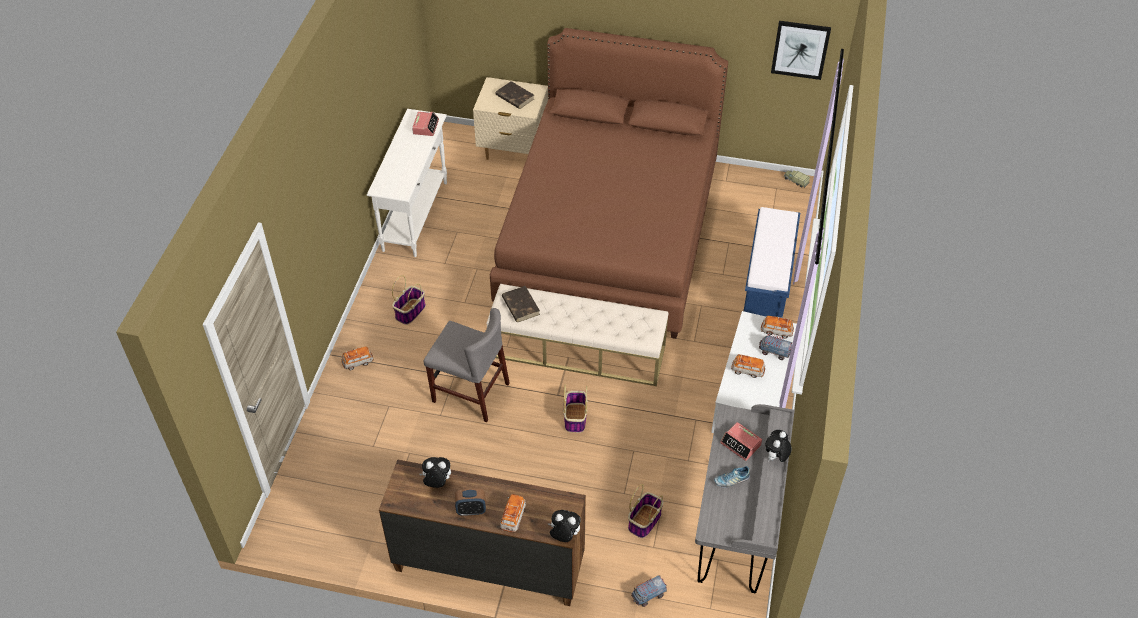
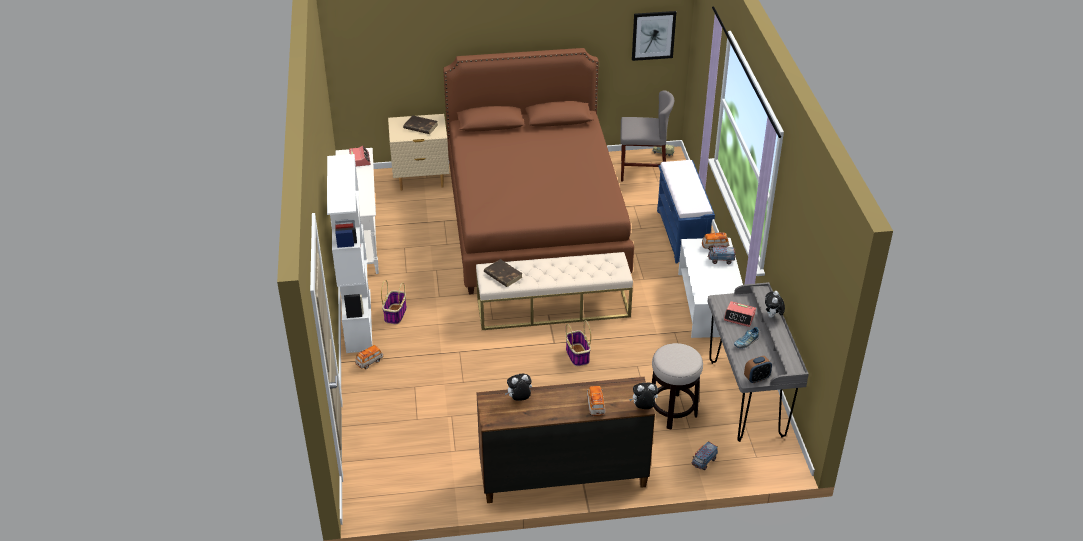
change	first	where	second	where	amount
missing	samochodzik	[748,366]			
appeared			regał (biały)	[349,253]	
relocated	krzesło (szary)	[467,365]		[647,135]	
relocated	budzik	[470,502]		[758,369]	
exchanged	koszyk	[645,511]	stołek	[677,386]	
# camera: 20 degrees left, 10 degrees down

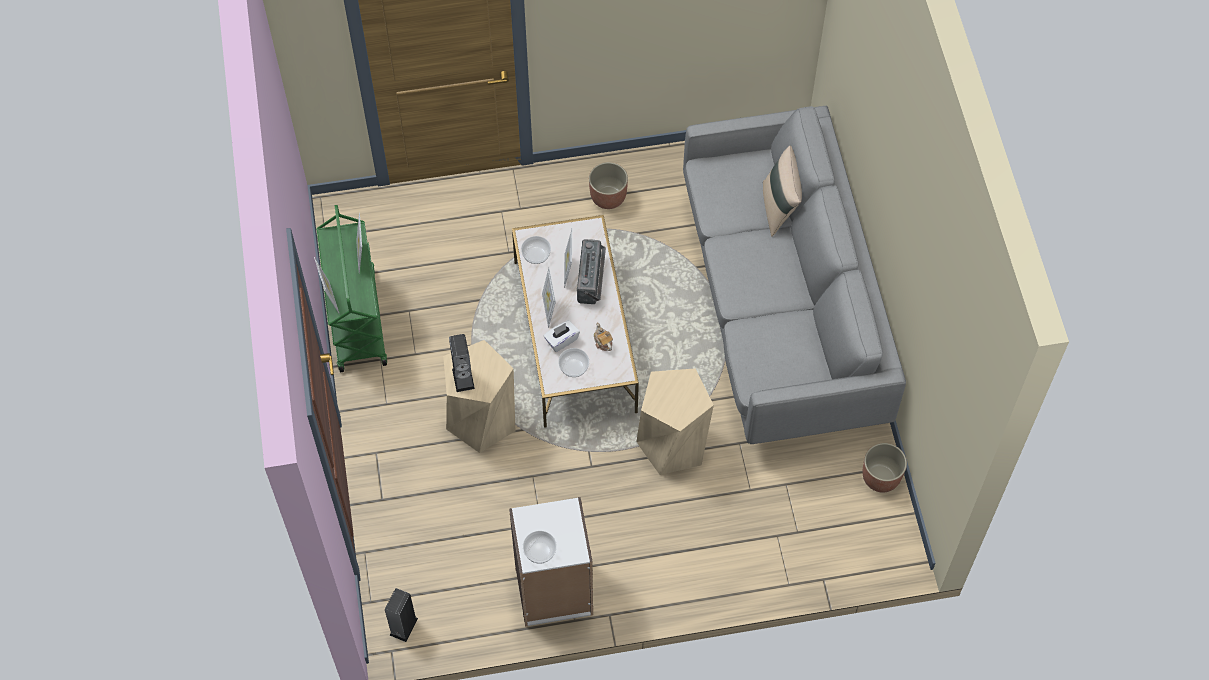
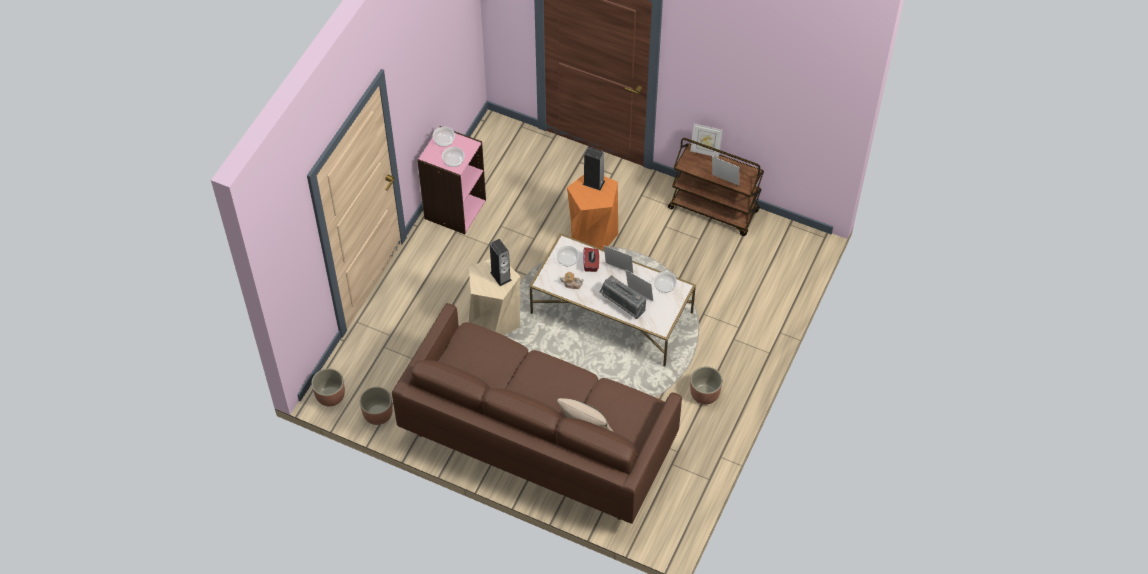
change	first	where	second	where	amount
appeared			donica	[328,387]	
appeared			miska	[453,157]	
relocated	głośnik	[401,615]		[501,262]	
colour	wózek (zielony)	[352,289]	wózek (brązowy)	[716,187]	
colour	stołek (beżowy)	[479,396]	stołek (pomarańczowy)	[592,212]	
colour	regał (biały)	[551,561]	regał (różowy)	[451,180]	
colour	pudełko chusteczek (biały)	[561,336]	pudełko chusteczek (czerwony)	[591,259]	
colour	kanapa (szary)	[794,275]	kanapa (brązowy)	[537,413]	
# camera: 125 degrees right, 5 degrees down

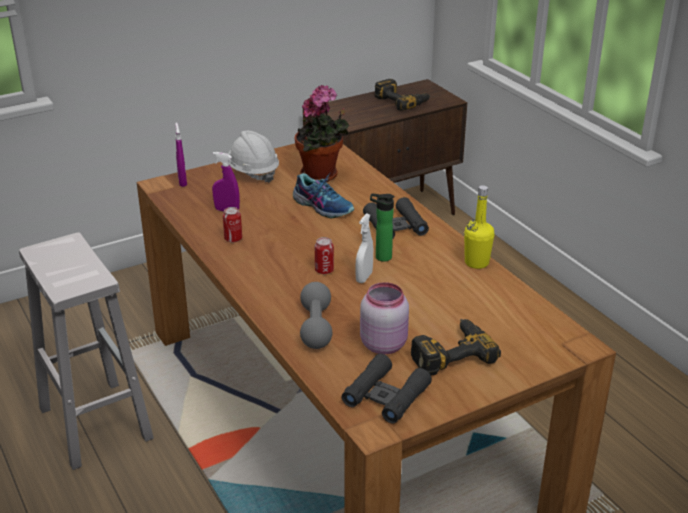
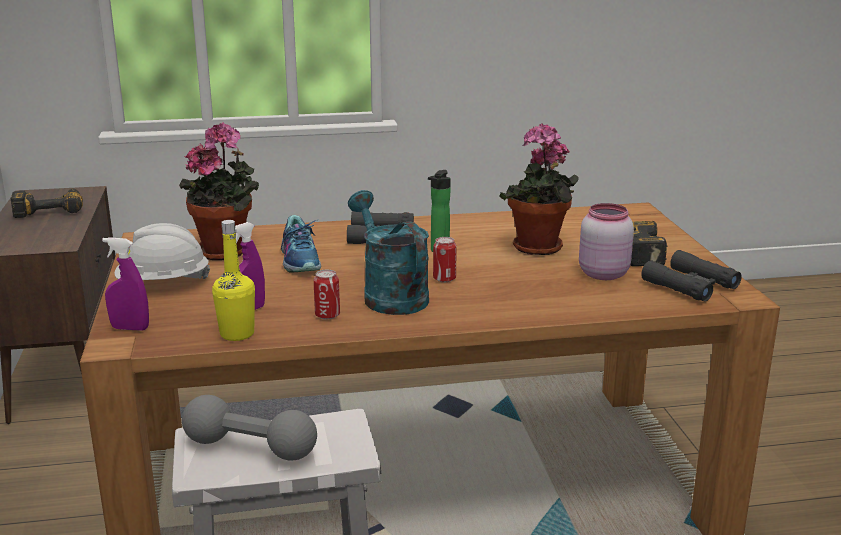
change	first	where	second	where	amount
missing	spryskiwacz (biały)	[364,248]			
appeared			konewka (turkusowy)	[388,252]	
appeared			roślina doniczkowa	[539,189]	
relocated	hantel (szary)	[316,315]		[249,428]	
relocated	butelka (żółty)	[479,227]		[233,280]	
spun	but	[323,195]		[301,244]	105 degrees clockwise
# camera: 70 degrees left, 10 degrees down

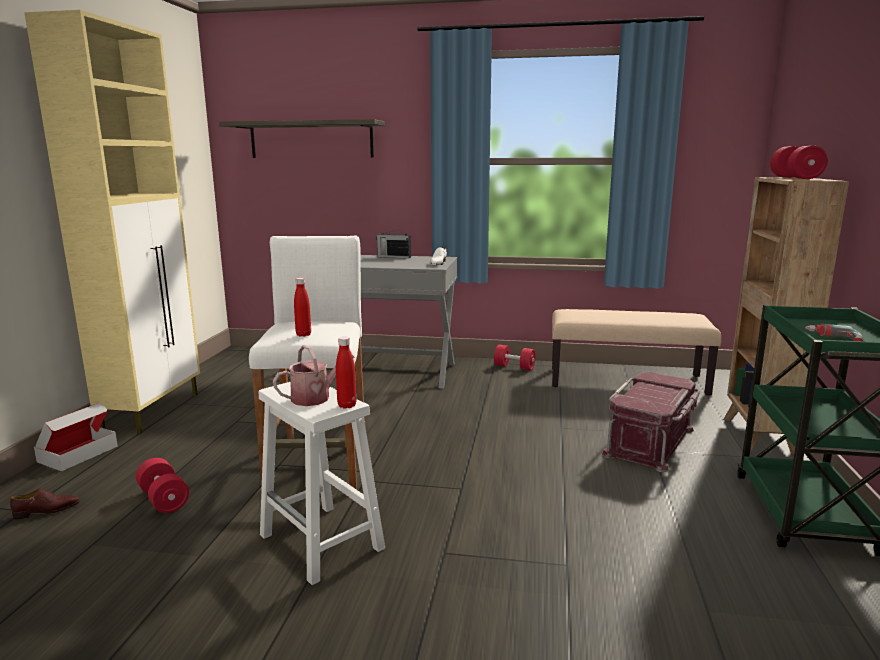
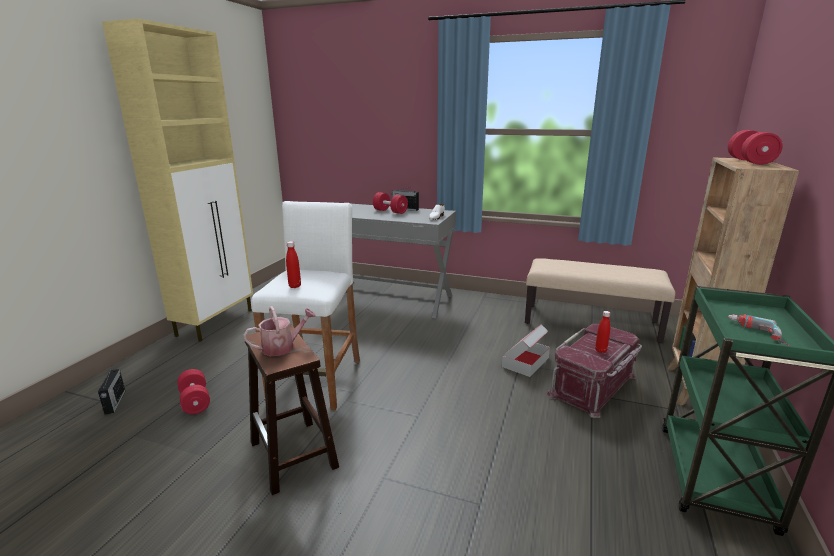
change	first	where	second	where	amount
missing	półka	[302,138]			
relocated	karton	[76,436]		[526,350]	
relocated	butelka (czerwony)	[346,373]		[602,332]	
relocated	hantel (czerwony)	[515,357]		[390,203]	
exchanged	but (brązowy)	[45,504]	radio	[112,391]	
colour	stołek (biały)	[322,483]	stołek (brązowy)	[292,410]	
# camera: 10 degrees right, 5 degrees up

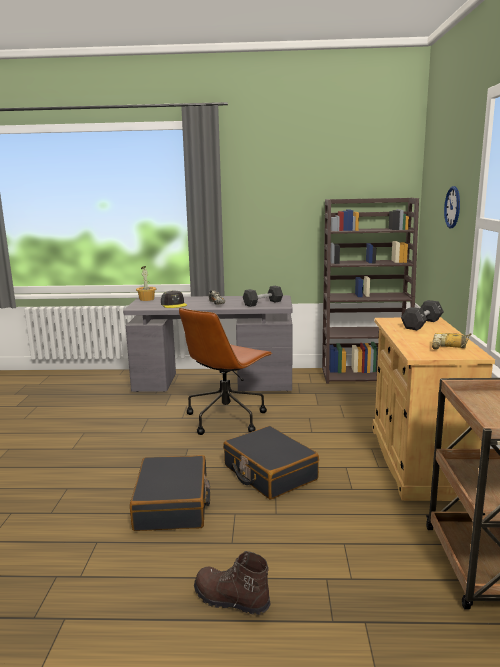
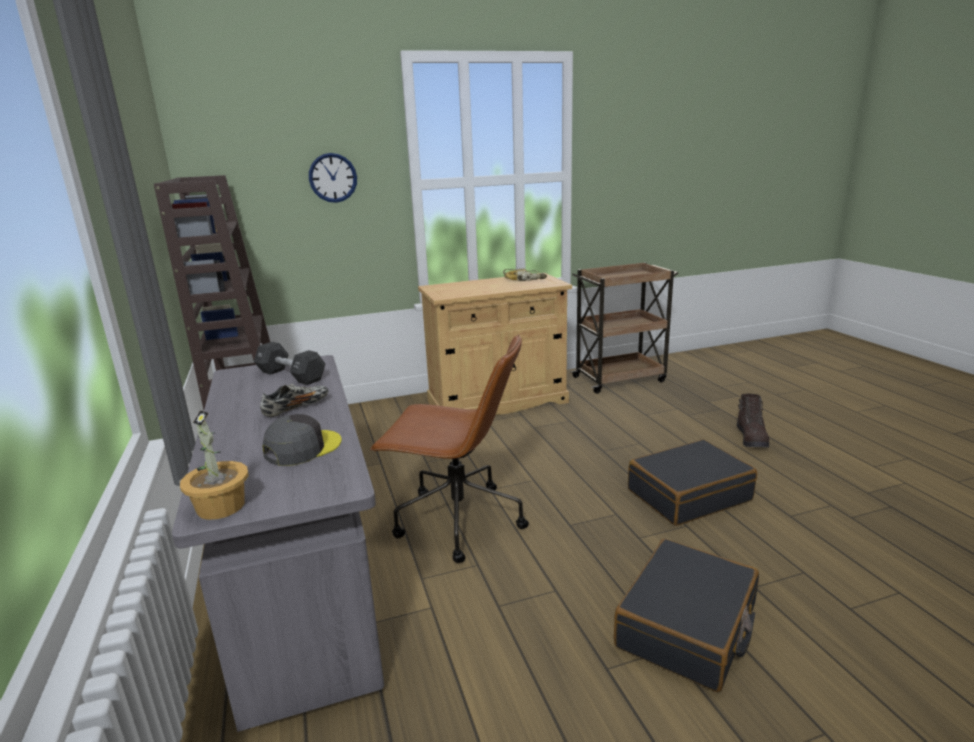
change	first	where	second	where	amount
missing	hantel (czarny)	[422,315]			
relocated	walizka (czarny)	[271,463]		[686,615]	
# camera: 110 degrees left, 5 degrees up

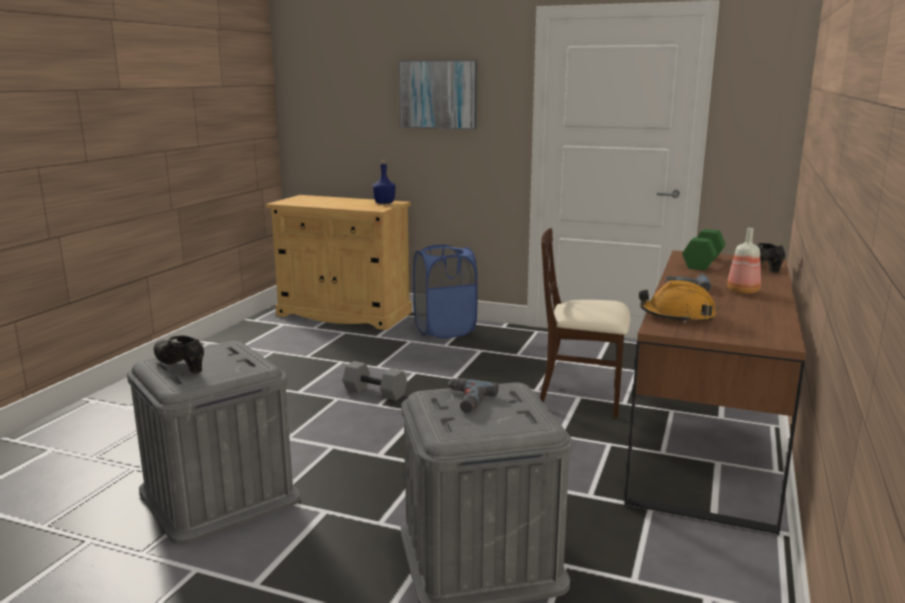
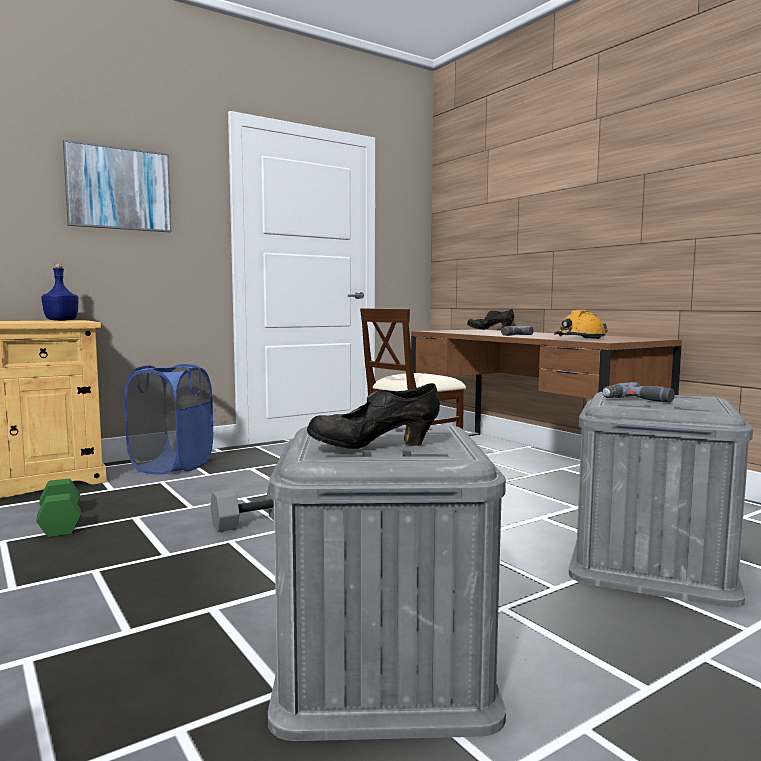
change	first	where	second	where	amount
missing	butelka	[744,261]			
relocated	hantel (zielony)	[704,249]		[58,508]	
# camera: 55 degrees left, 10 degrees down

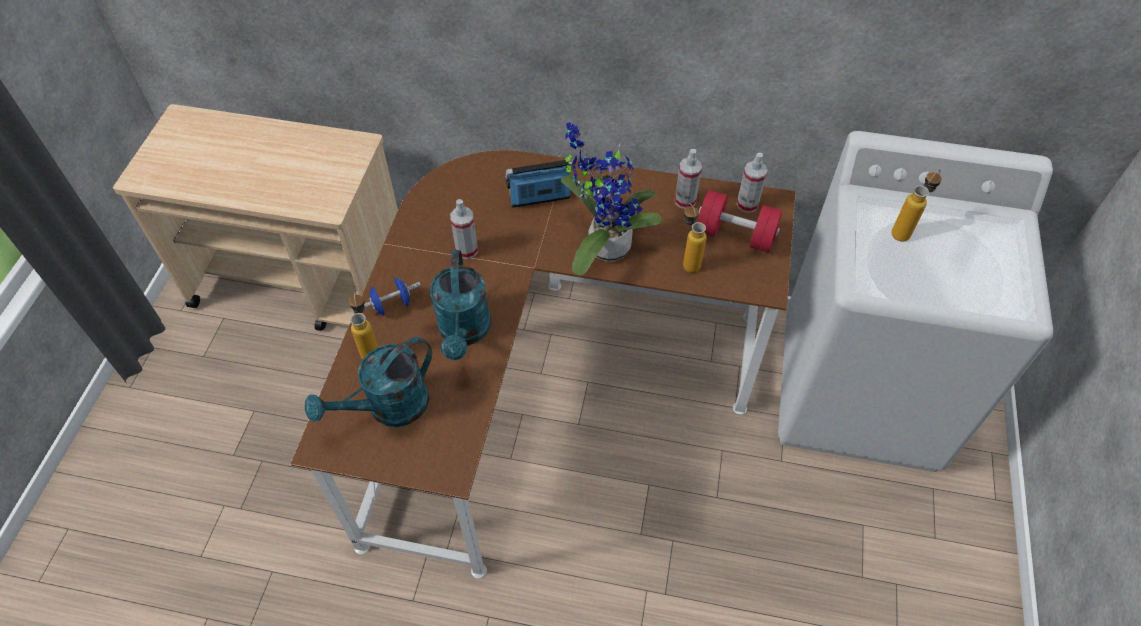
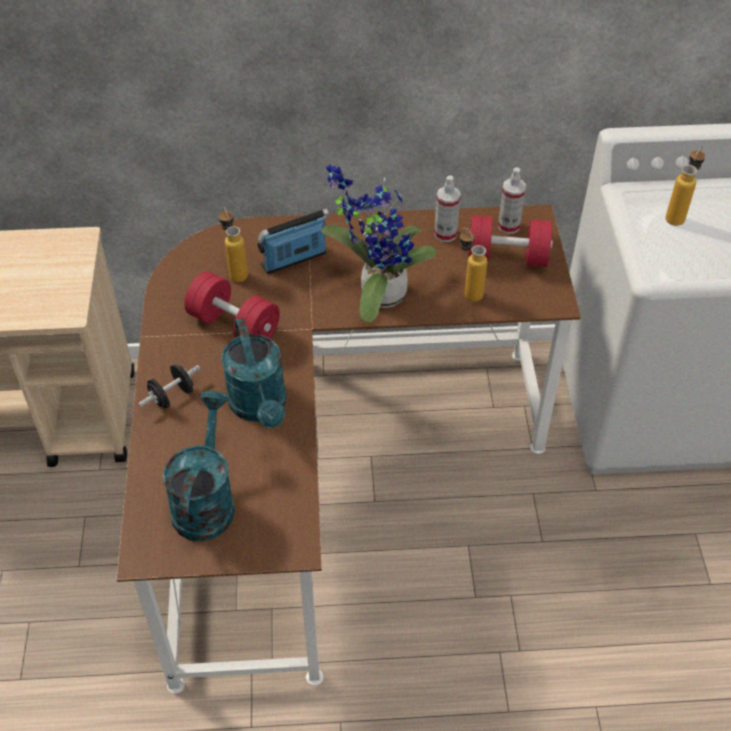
change	first	where	second	where	amount
relocated	butelka	[363,326]		[233,244]	
exchanged	spryskiwacz	[464,229]	hantel (czerwony)	[232,304]	
colour	hantel (niebieski)	[392,297]	hantel (czarny)	[169,386]	
spun	konewka (turkusowy)	[368,382]		[199,466]	150 degrees clockwise
# camera: 15 degrees left, 5 degrees down

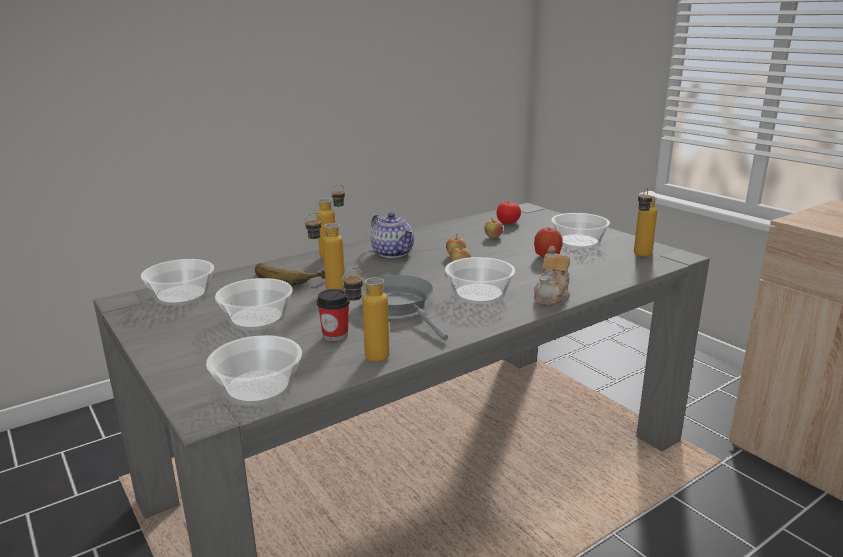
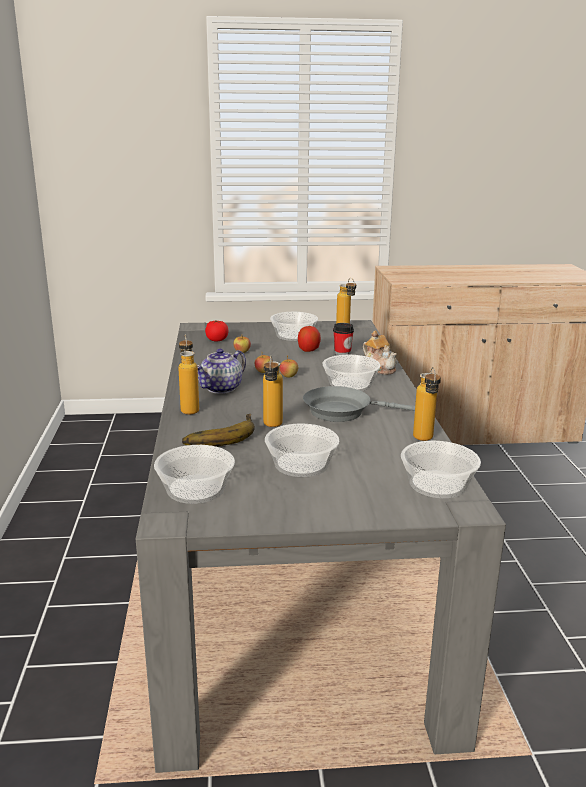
change	first	where	second	where	amount
relocated	filiżanka	[333,315]		[343,339]	
spun	imbryk	[392,235]		[221,371]	135 degrees clockwise
# camera: 60 degrees left, 0 degrees up

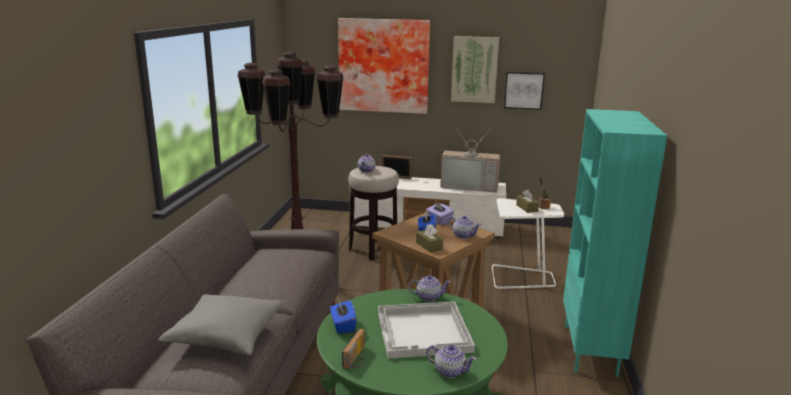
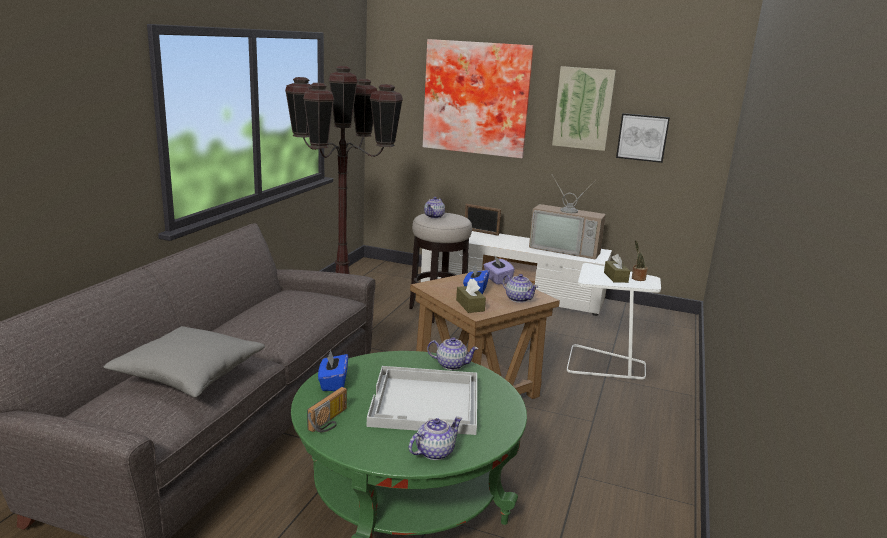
change	first	where	second	where	amount
missing	regał (turkusowy)	[615,243]			
spun	imbryk	[451,361]		[435,438]	75 degrees counterclockwise
# camera: 10 degrees right, 0 degrees up

